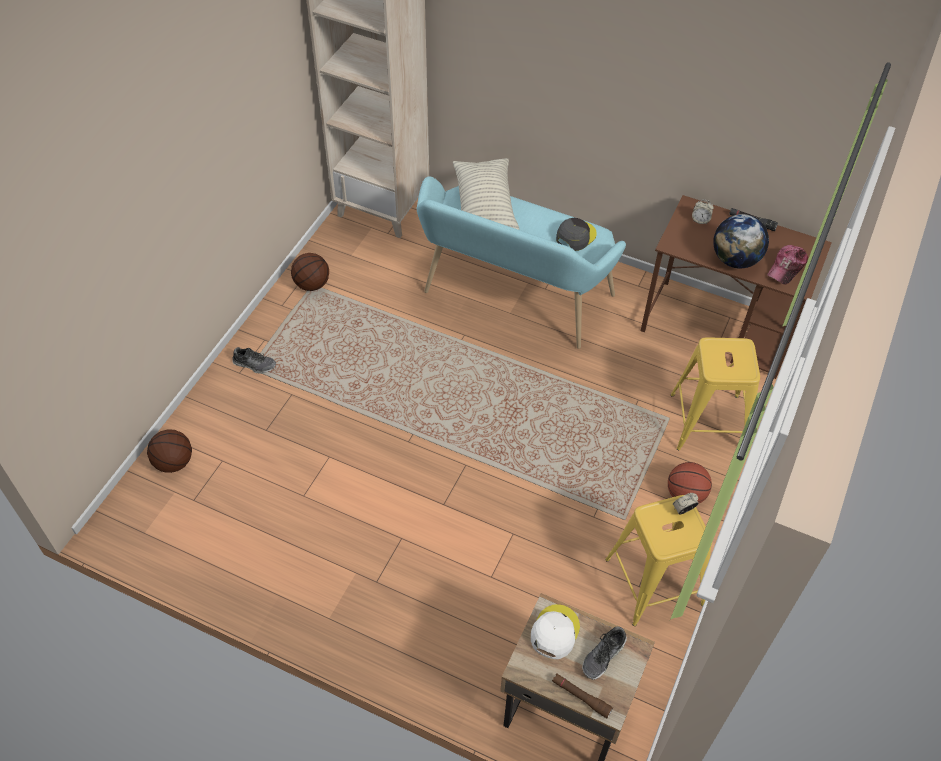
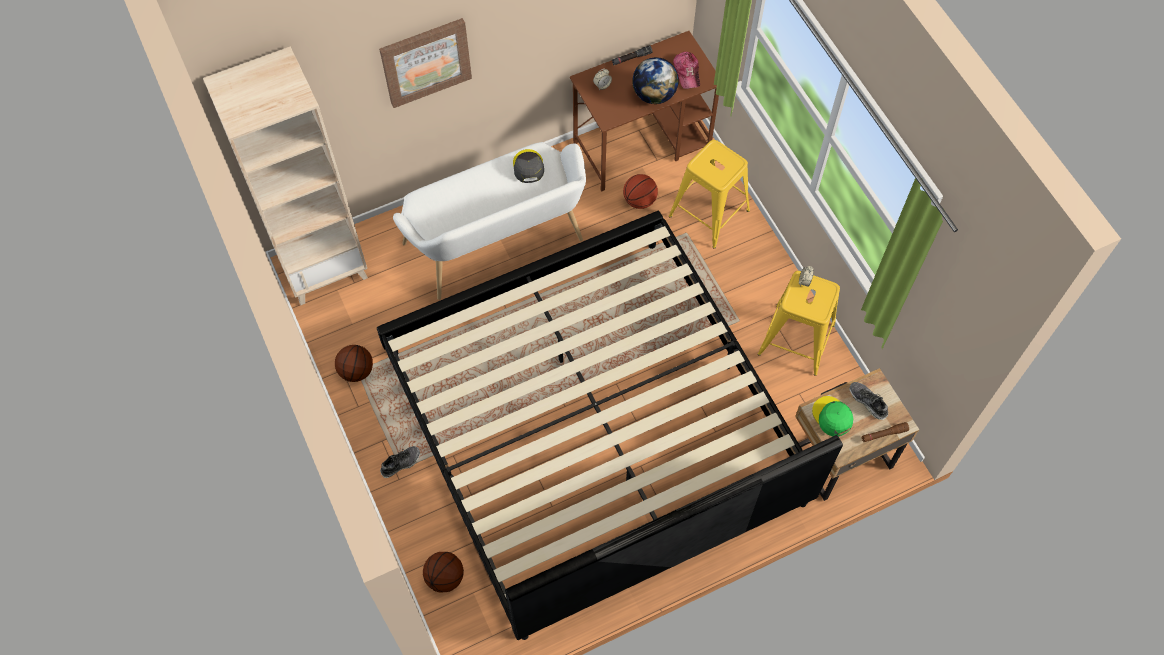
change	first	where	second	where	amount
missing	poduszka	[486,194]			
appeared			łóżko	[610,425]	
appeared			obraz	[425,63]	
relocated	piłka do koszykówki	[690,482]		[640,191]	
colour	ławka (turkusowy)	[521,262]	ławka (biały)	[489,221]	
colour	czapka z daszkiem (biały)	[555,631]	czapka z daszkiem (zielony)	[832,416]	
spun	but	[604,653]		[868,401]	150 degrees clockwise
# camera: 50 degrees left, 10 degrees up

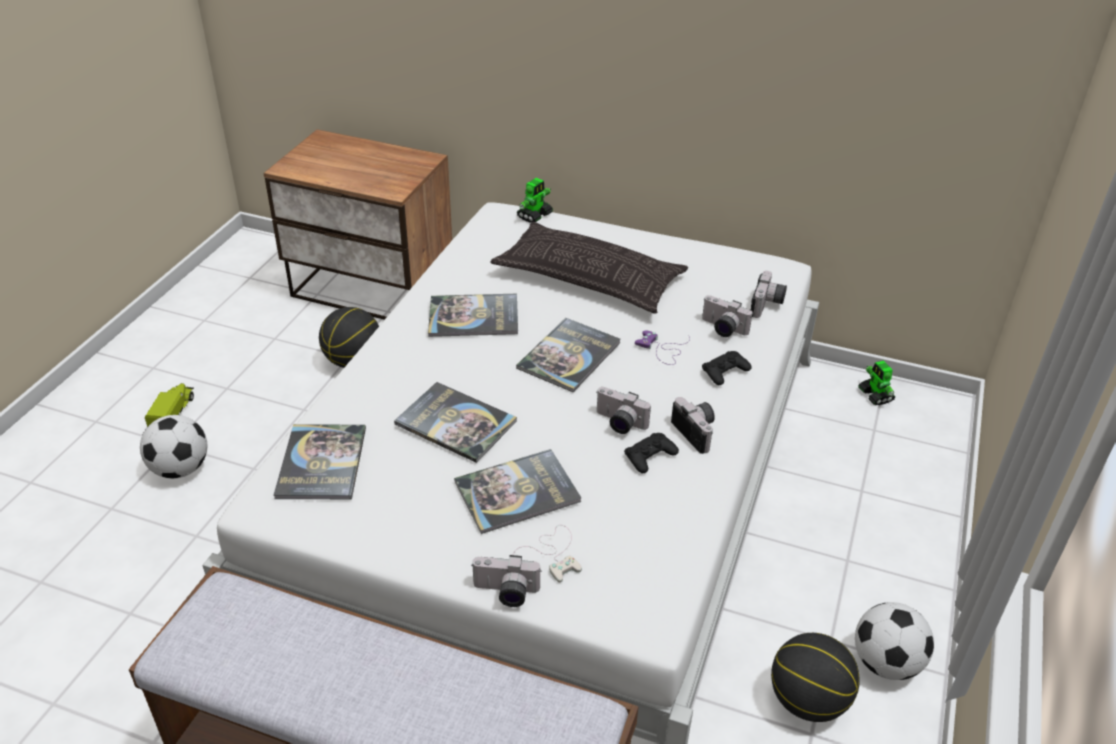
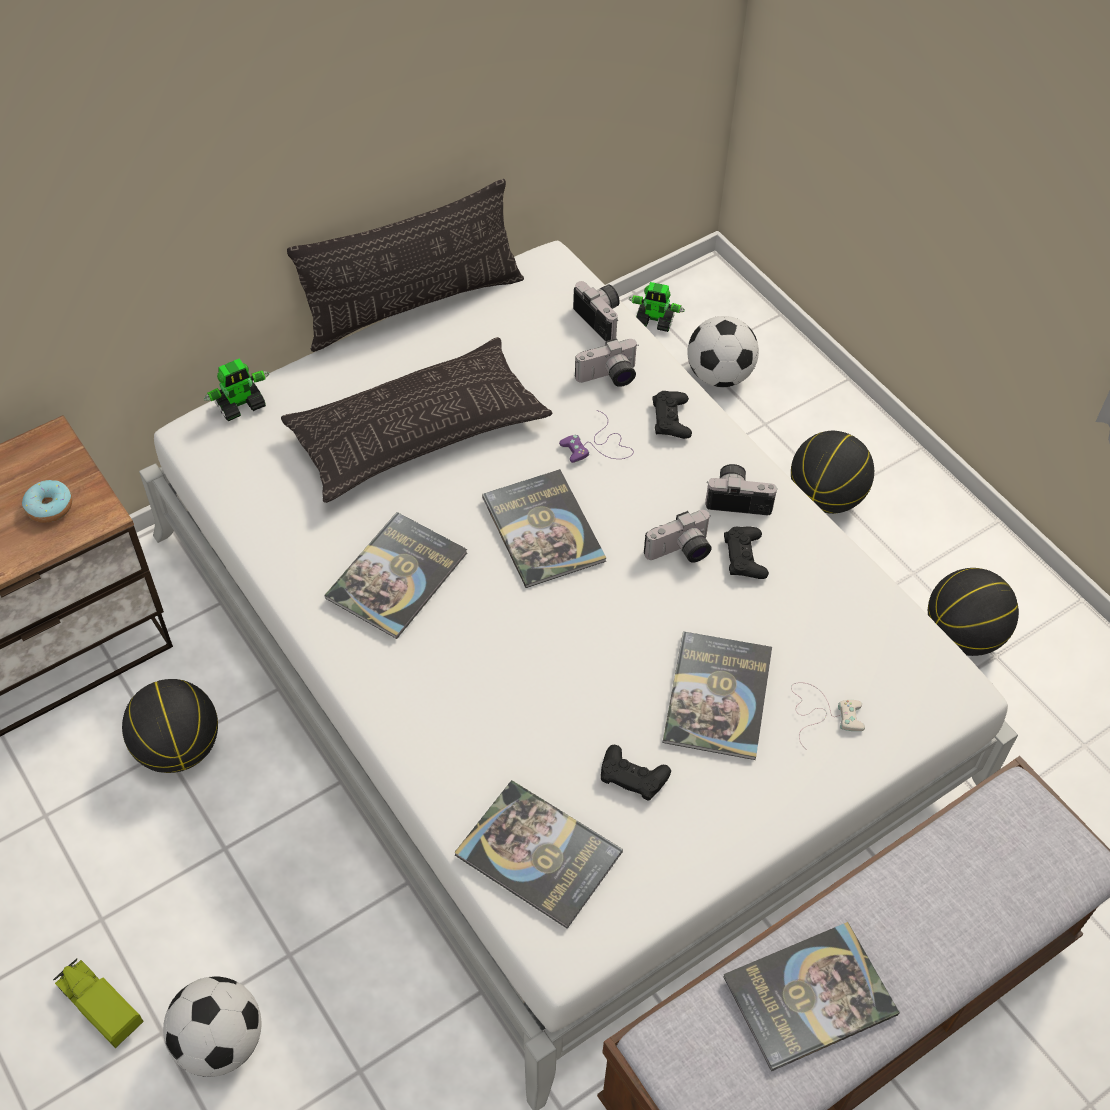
change	first	where	second	where	amount
missing	aparat fotograficzny	[506,581]			
appeared			donut	[47,501]	
appeared			poduszka	[405,265]	
appeared			pad do gier (czarny)	[635,773]	
appeared			piłka do koszykówki	[832,472]	
relocated	książka	[455,422]		[811,996]	
relocated	piłka futbolowa	[894,641]		[723,351]	
spun	robot zabawkowy	[534,200]		[236,389]	75 degrees clockwise
# camera: 55 degrees left, 15 degrees up

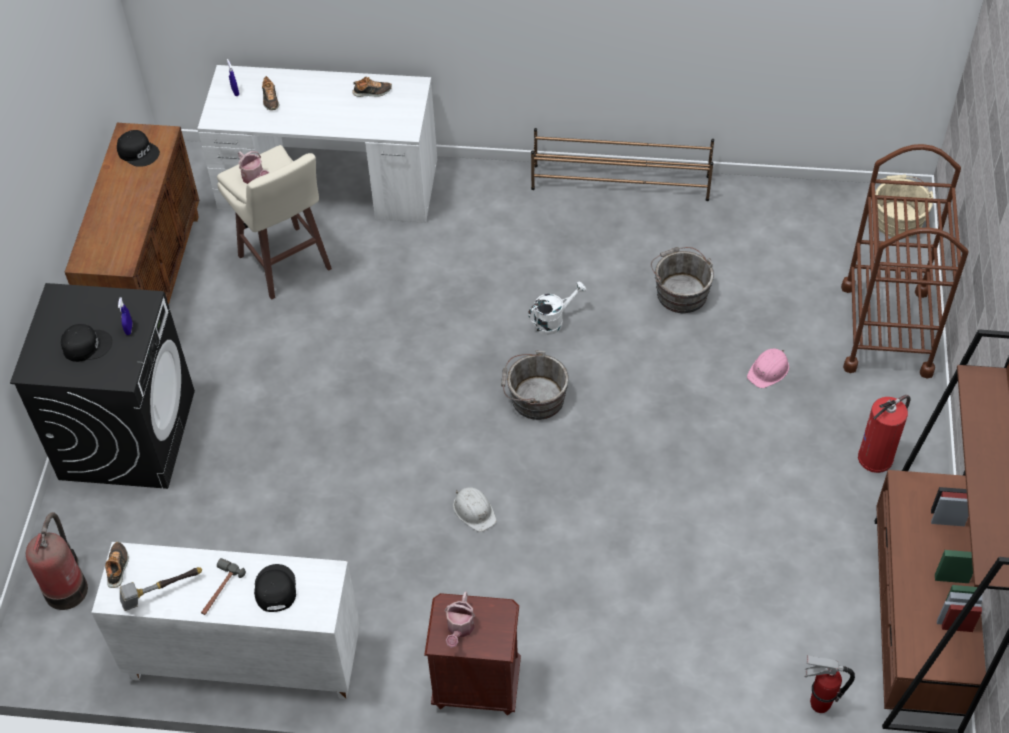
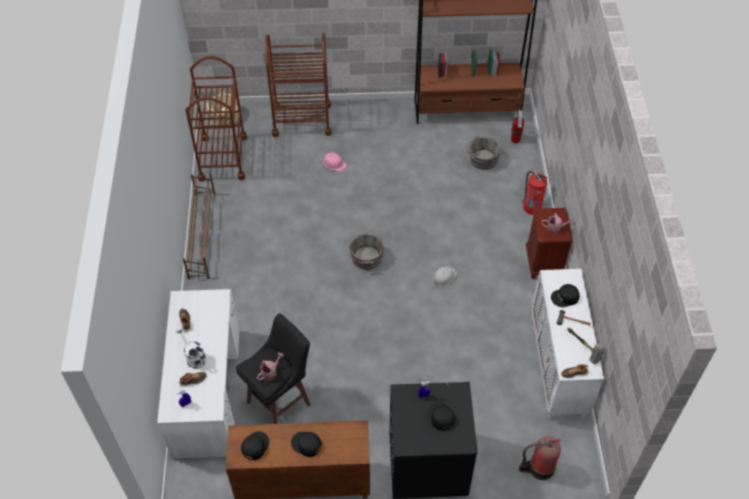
change	first	where	second	where	amount
appeared			wózek (brązowy)	[216,119]	
appeared			czapka z daszkiem (czarny)	[306,444]	
relocated	konewka (biały)	[557,308]		[190,348]	
relocated	wiadro (szary)	[682,280]		[483,153]	
relocated	gaśnica	[884,434]		[535,193]	
colour	stołek (beżowy)	[274,222]	stołek (czarny)	[273,368]	
# camera: 100 degrees left, 0 degrees up

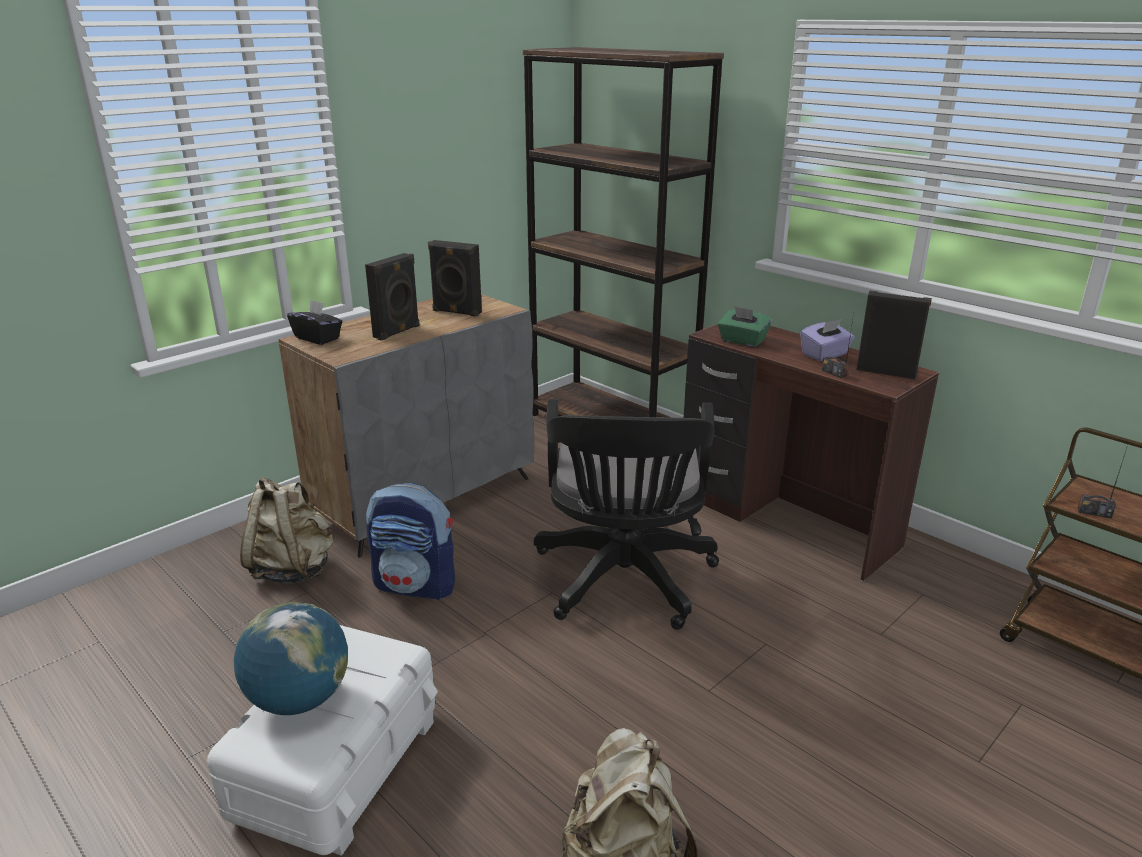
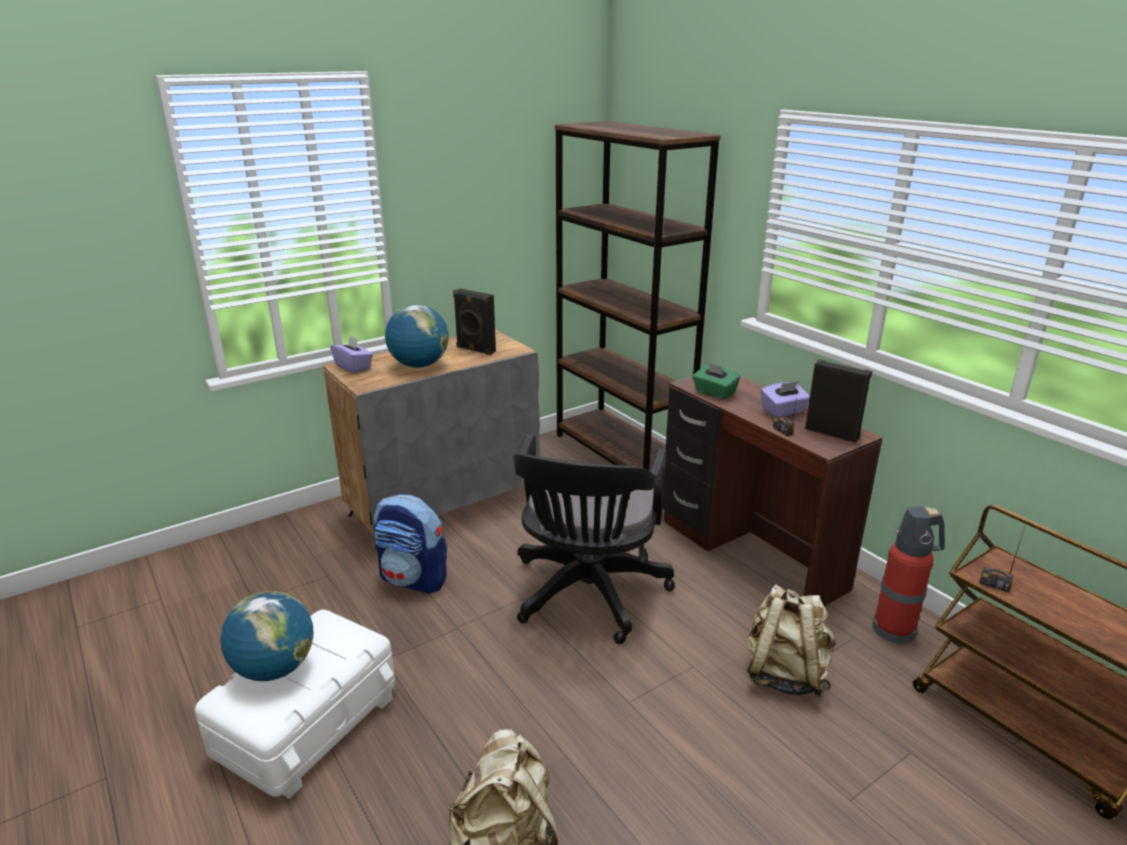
change	first	where	second	where	amount
appeared			gaśnica	[909,576]	
relocated	plecak (beżowy)	[286,530]		[791,641]	
exchanged	głośnik (czarny)	[392,297]	globus	[417,336]	
colour	pudełko chusteczek (czarny)	[314,322]	pudełko chusteczek (fioletowy)	[351,354]	
# camera: 10 degrees right, 0 degrees up

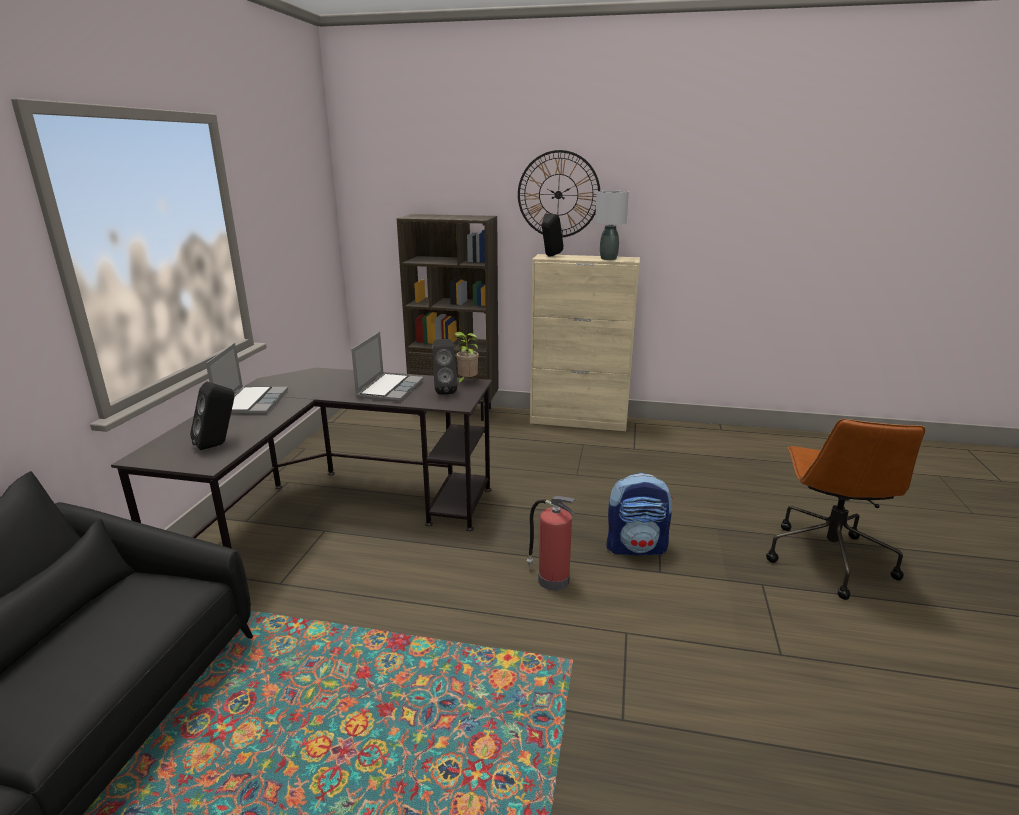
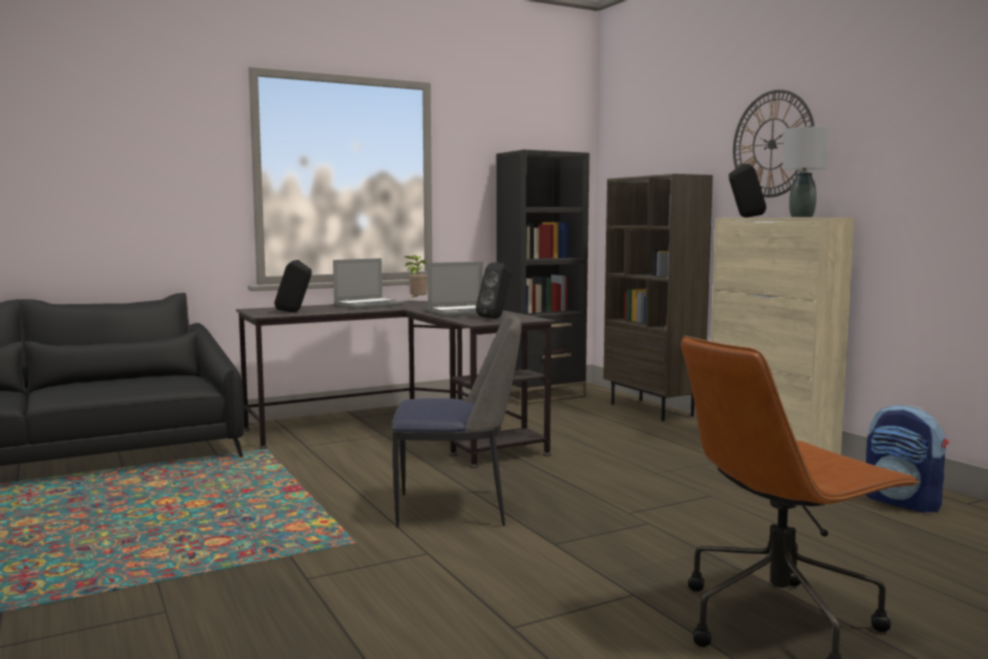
change	first	where	second	where	amount
appeared			regał (czarny)	[542,277]	
relocated	roślina doniczkowa	[466,358]		[416,278]	
relocated	plecak	[639,514]		[907,459]	
exchanged	gaśnica	[551,543]	krzesło	[456,421]	
# camera: 50 degrees right, 15 degrees down

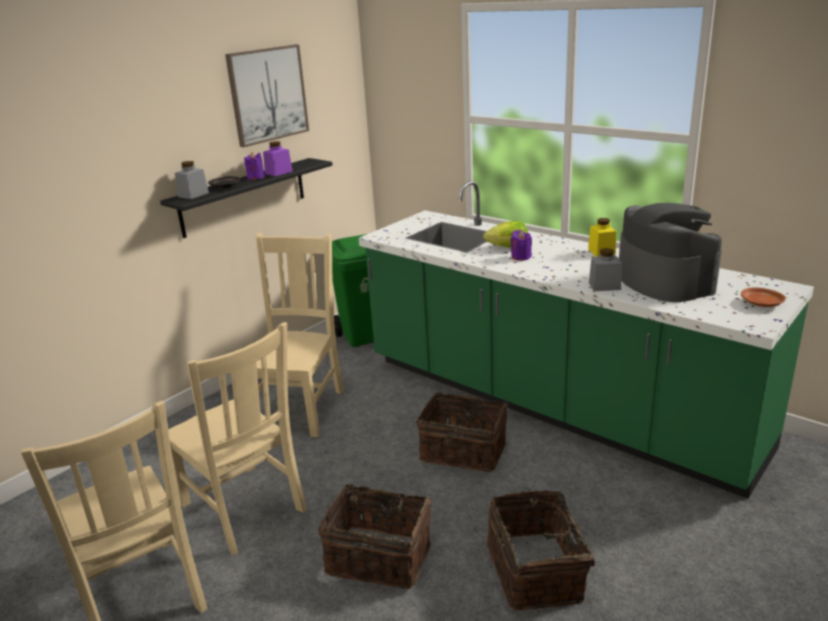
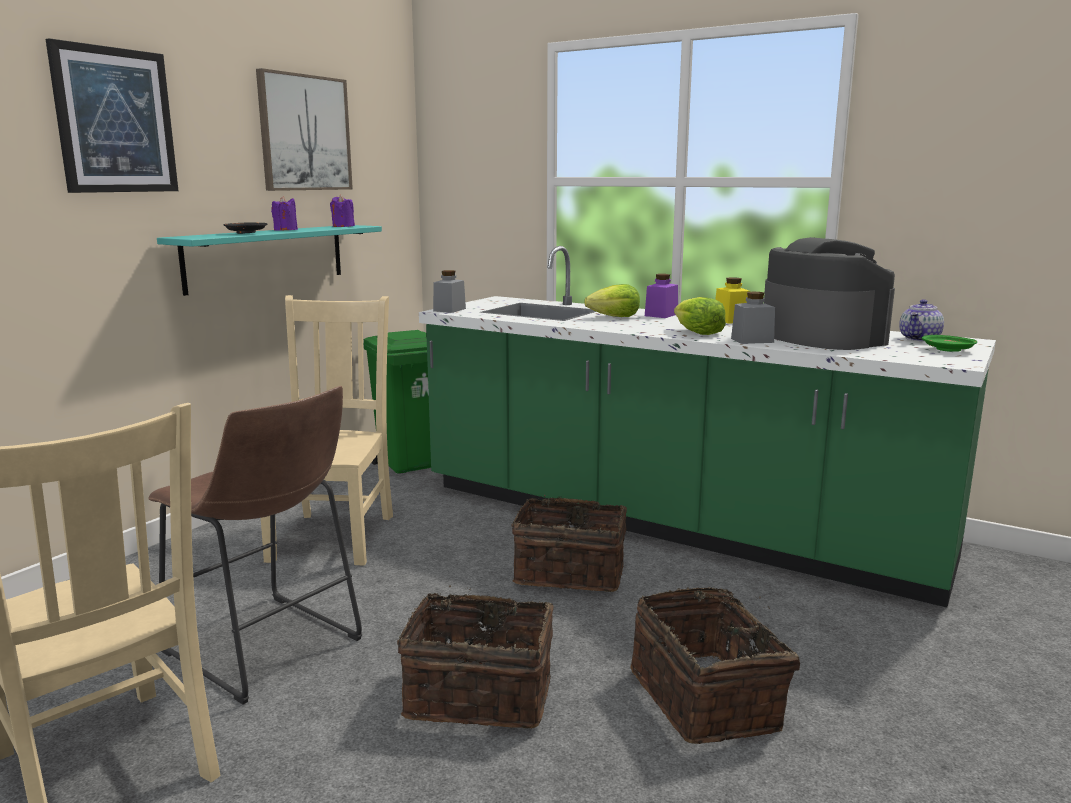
change	first	where	second	where	amount
appeared			obraz	[112,115]	
appeared			sałata	[700,316]	
appeared			imbryk	[921,320]	
relocated	słoik (szary)	[192,180]		[449,291]	
relocated	słoik (fioletowy)	[278,158]		[661,296]	
relocated	świeca (fioletowy)	[521,245]		[342,211]	
exchanged	krzesło (beżowy)	[237,438]	stołek (brązowy)	[255,545]	
colour	półka (czarny)	[246,198]	półka (turkusowy)	[269,260]	
colour	talerz (brązowy)	[763,297]	talerz (zielony)	[949,343]	
# camera: 10 degrees left, 10 degrees down

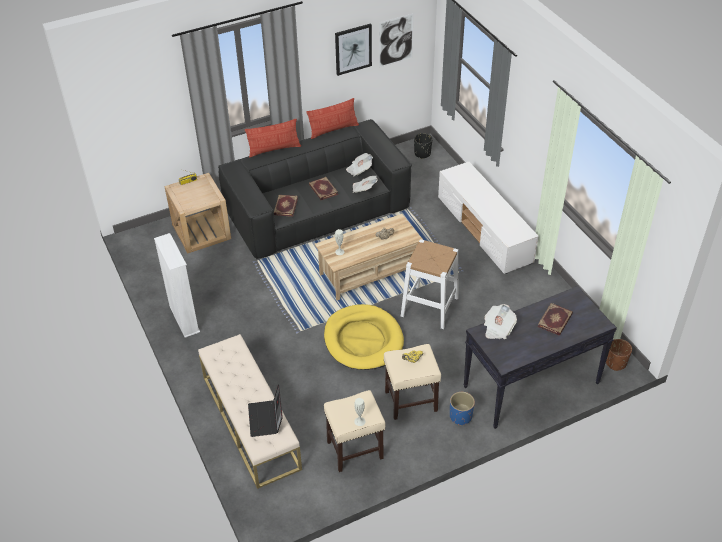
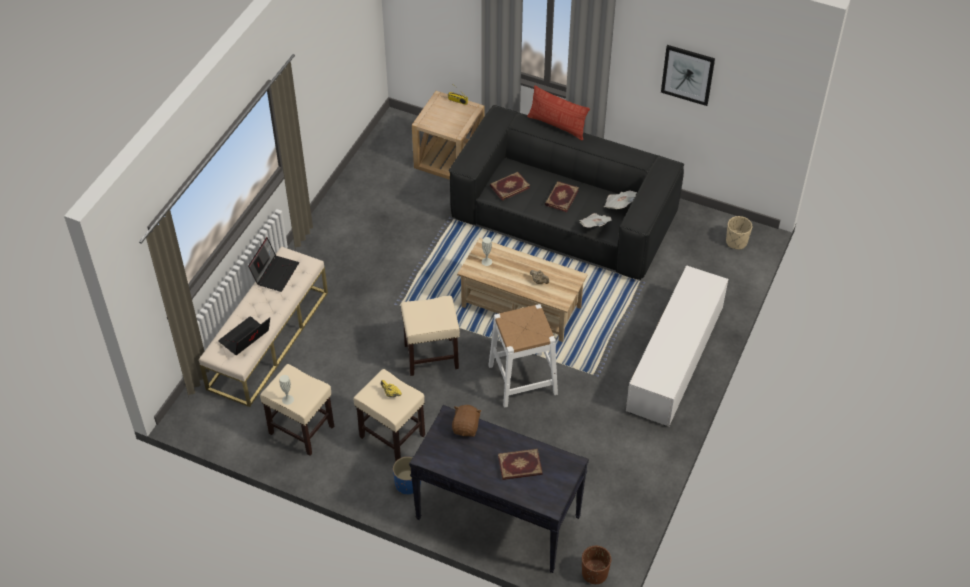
change	first	where	second	where	amount
missing	regał (biały)	[177,285]			
missing	poduszka	[332,118]			
missing	obraz	[396,40]			
appeared			laptop	[273,264]	
exchanged	legowisko (żółty)	[364,337]	stołek (beżowy)	[430,336]	
exchanged	gazeta	[500,321]	pluszak (brązowy)	[466,421]	
colour	donica (czarny)	[423,146]	donica (beżowy)	[739,232]	
# camera: 50 degrees right, 5 degrees up

